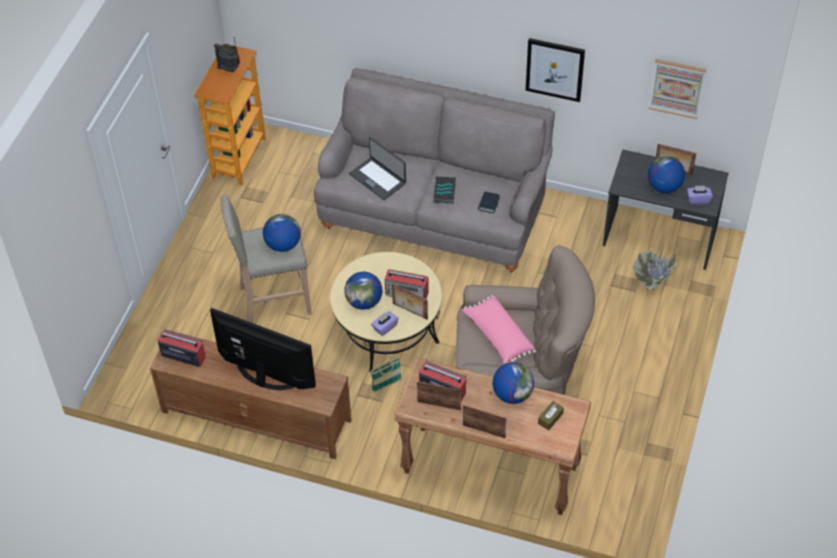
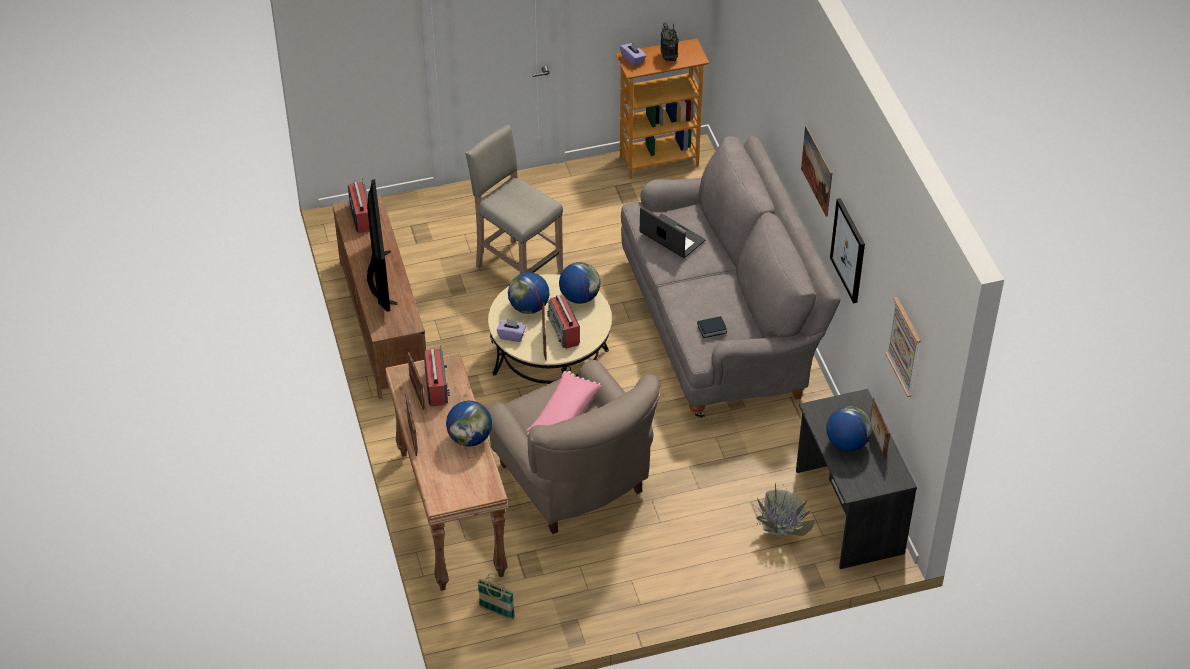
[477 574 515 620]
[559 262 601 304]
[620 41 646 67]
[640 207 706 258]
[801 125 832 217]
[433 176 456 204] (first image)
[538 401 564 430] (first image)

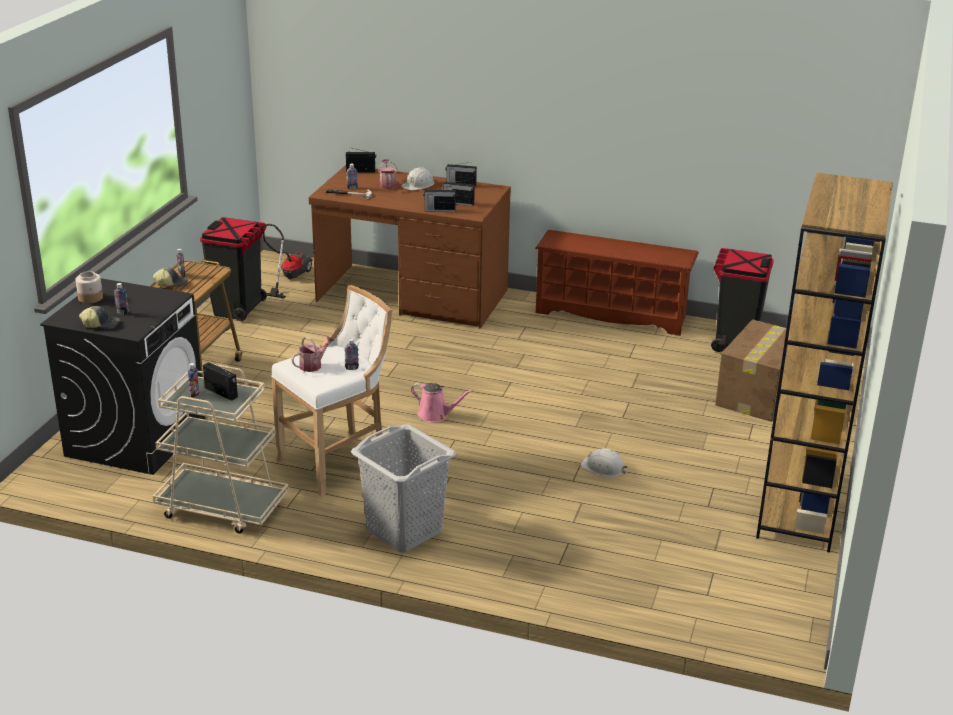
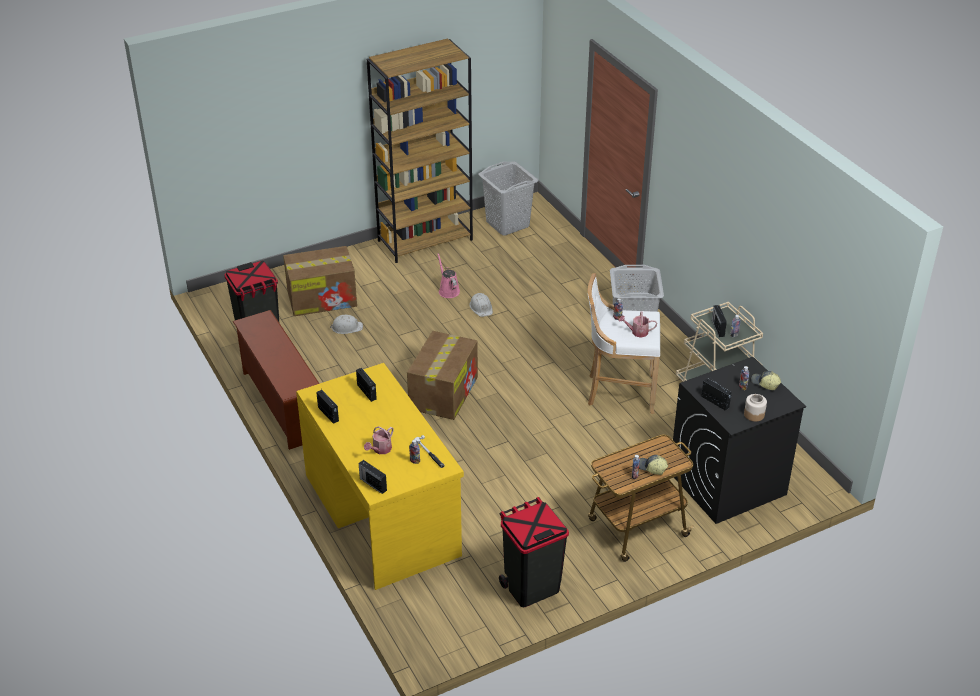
[296 363 464 590]
[330 315 363 334]
[407 331 478 420]
[437 253 460 298]
[478 161 538 236]
[701 378 732 411]
[263 224 313 299] (first image)

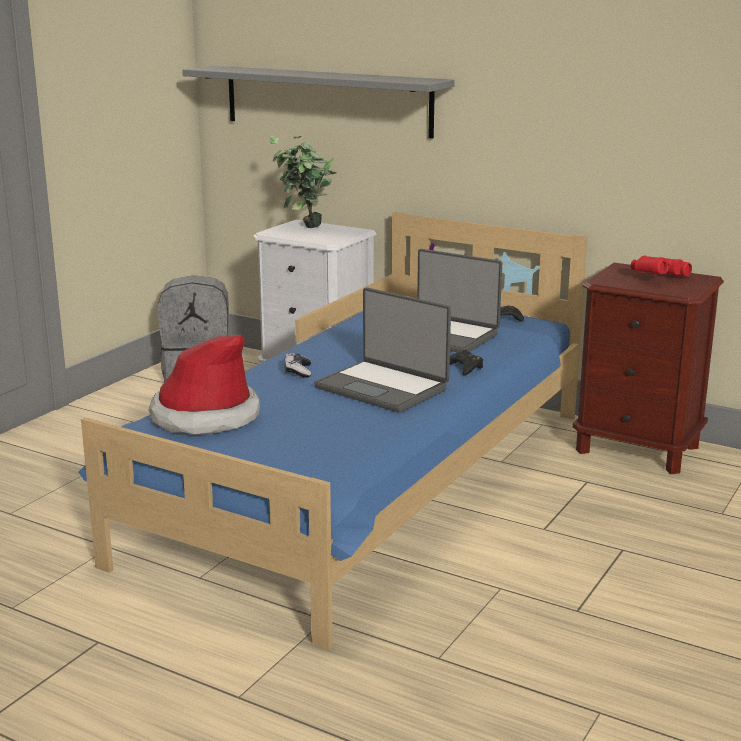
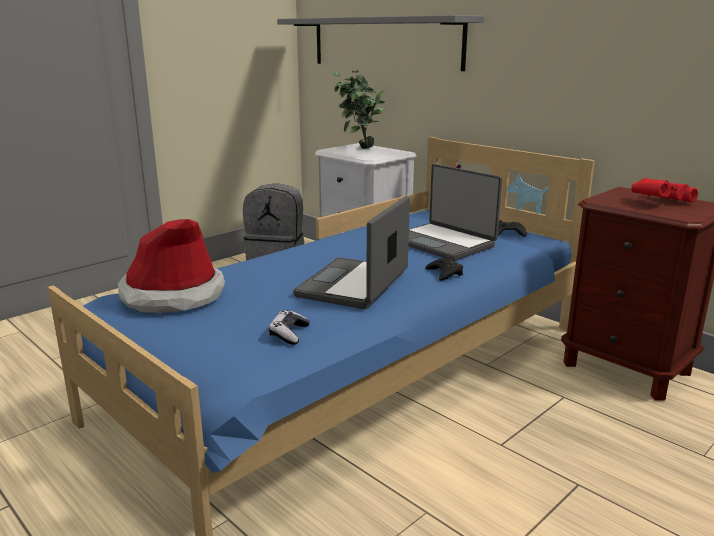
[269 310 310 345]
[293 196 410 309]

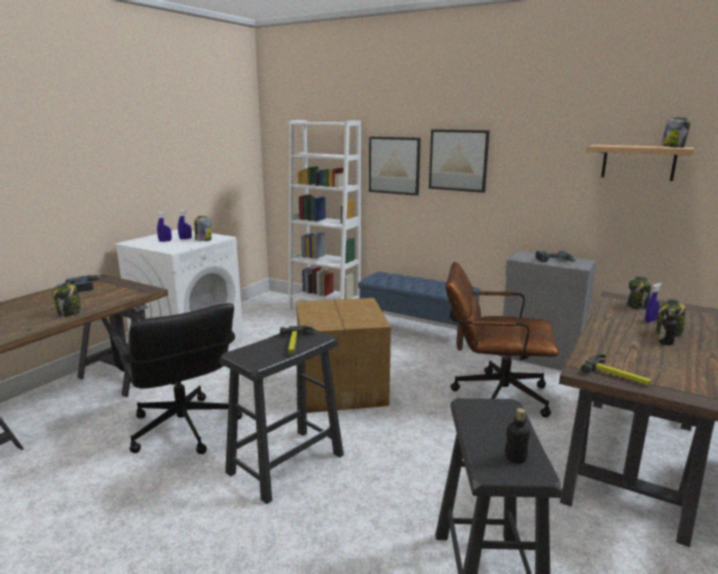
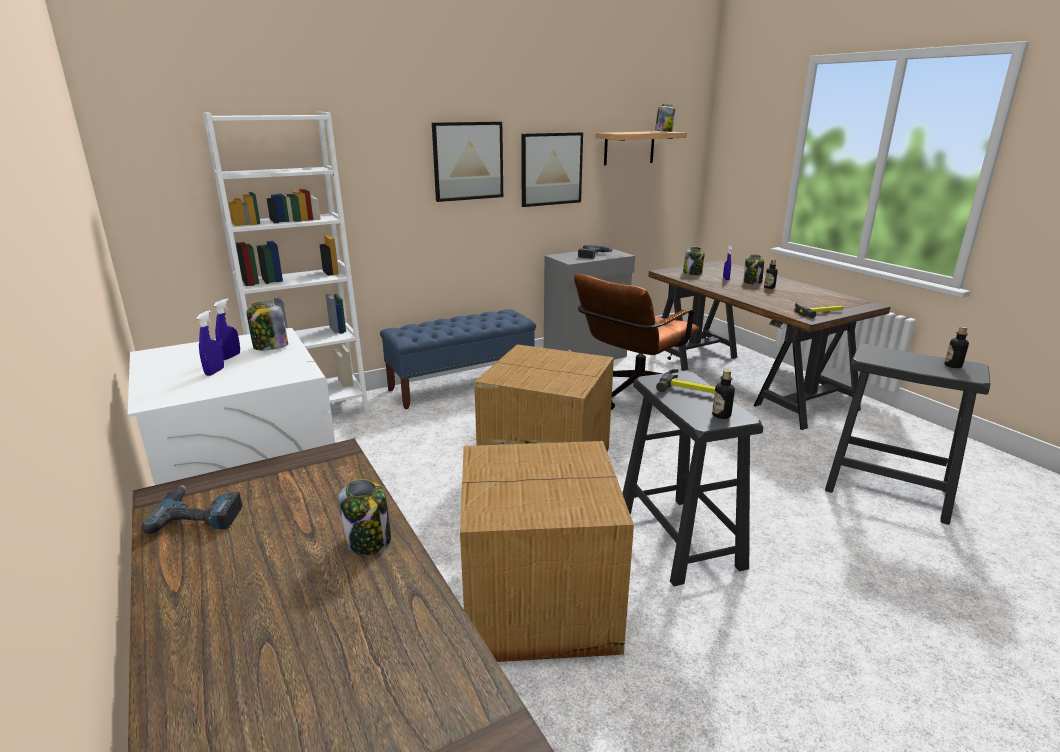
[460 441 634 662]
[521 132 583 207]
[712 370 735 419]

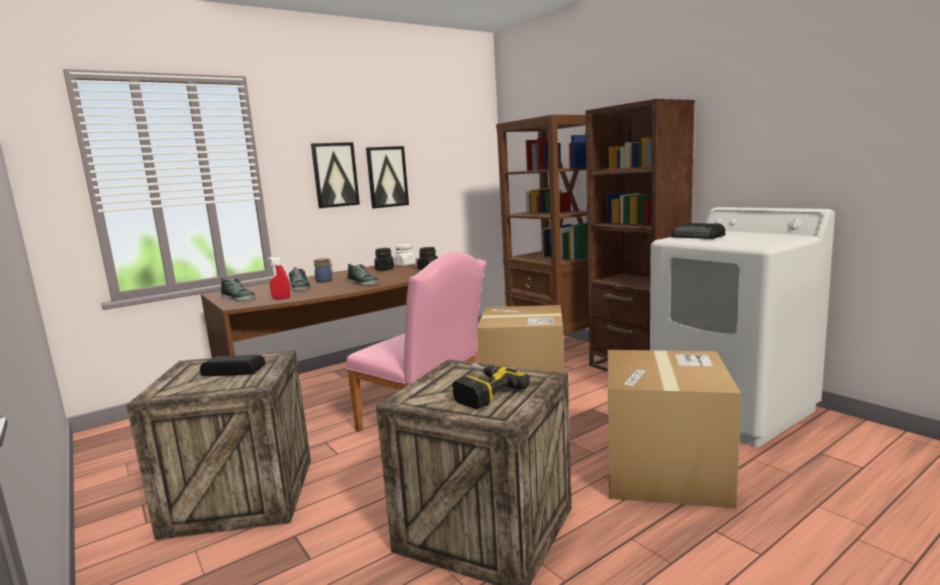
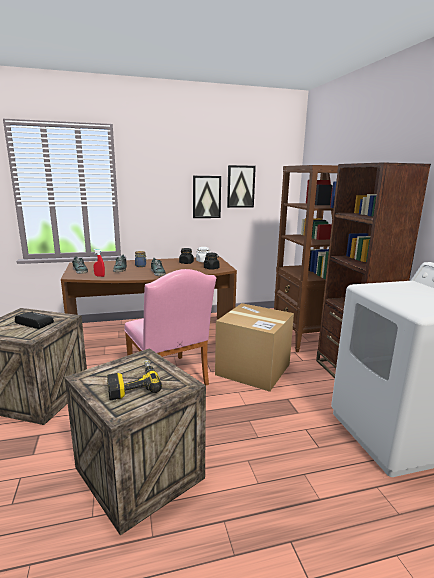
[227 165 256 208]
[608 350 742 509] (first image)
[671 223 725 239] (first image)

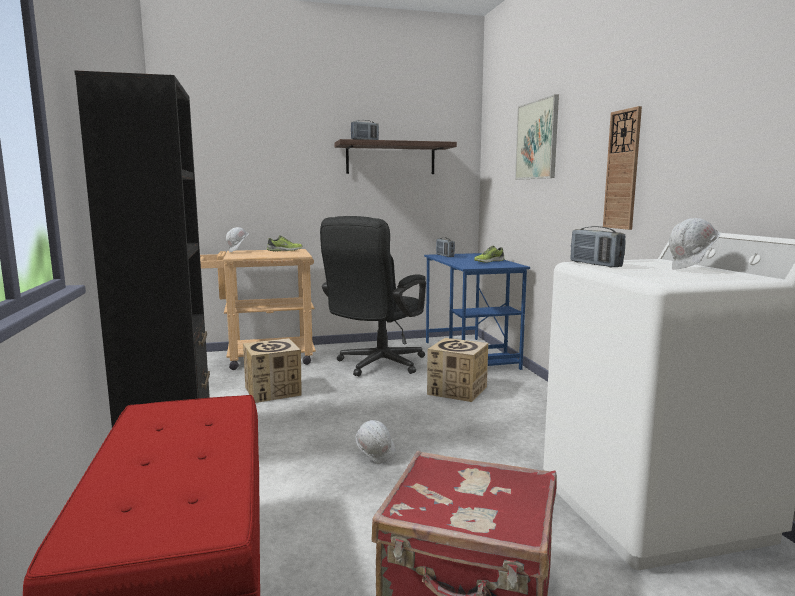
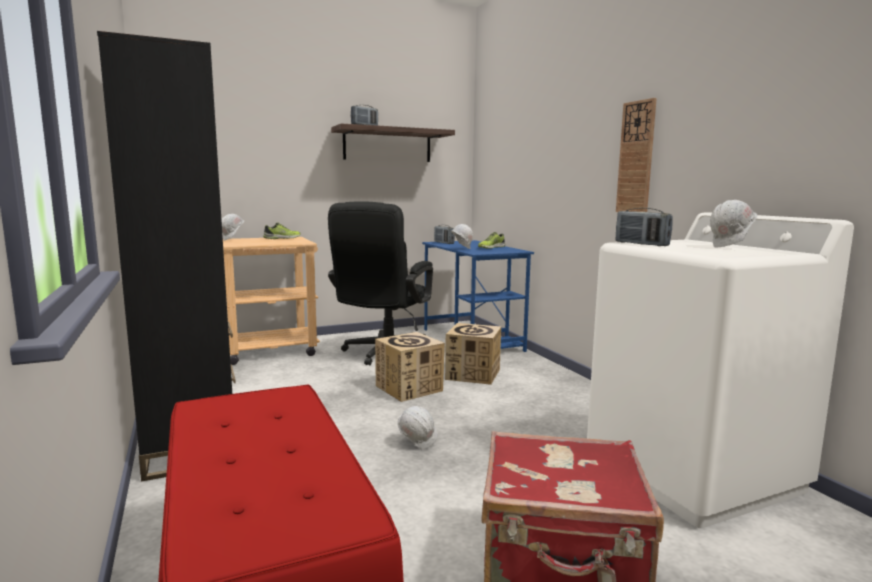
[375 332 445 402]
[451 224 473 249]
[515 94 559 180] (first image)

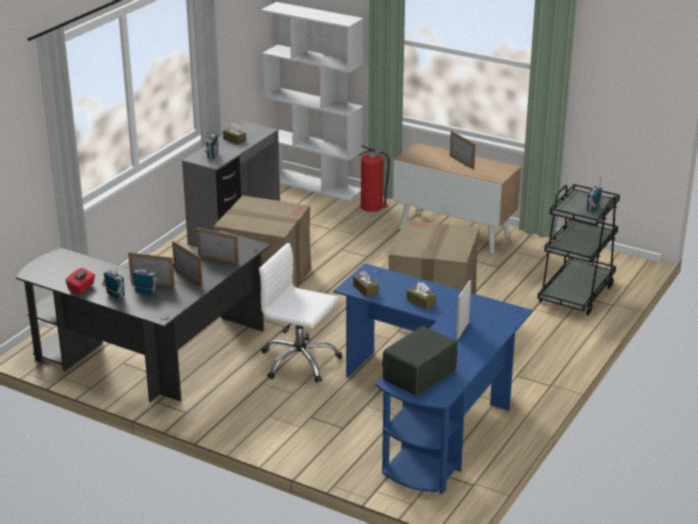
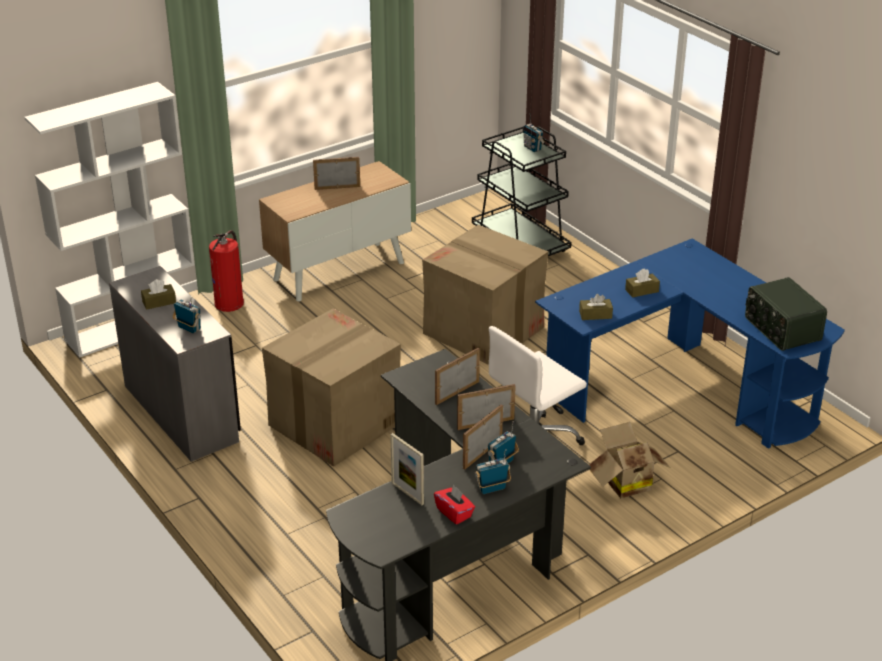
[390 433 424 505]
[589 422 670 498]

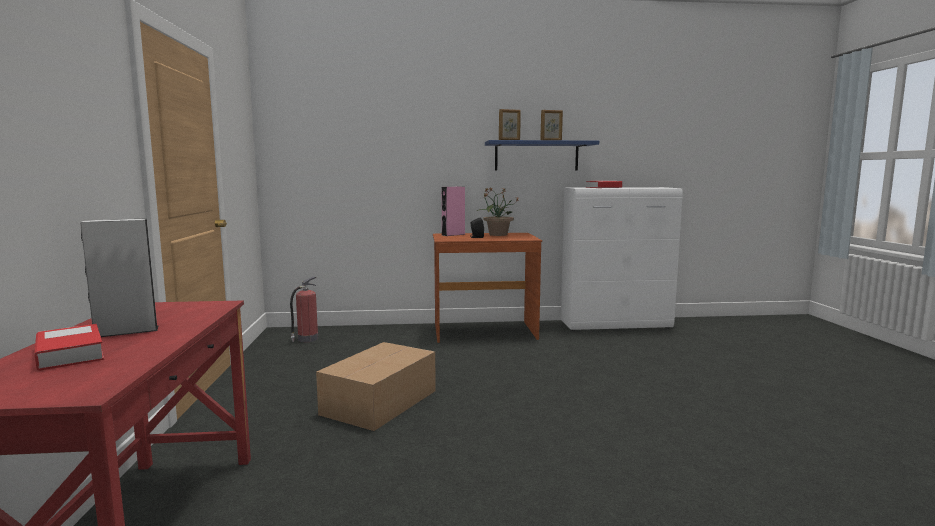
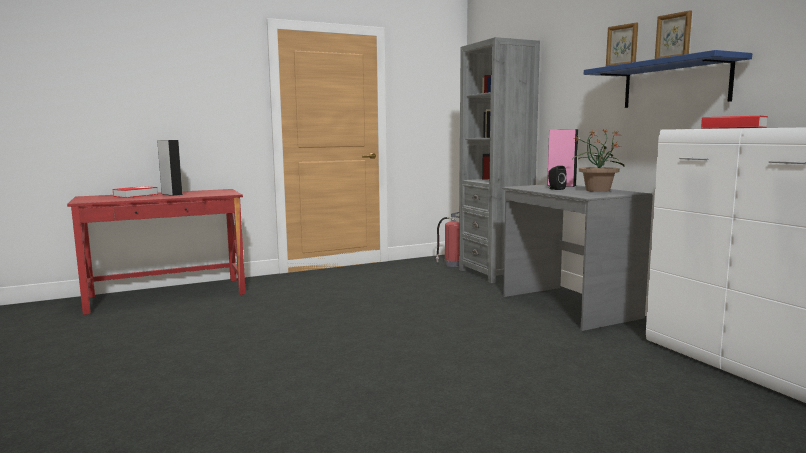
[459 37 540 283]
[502 184 653 331]
[316 342 436 431] (first image)

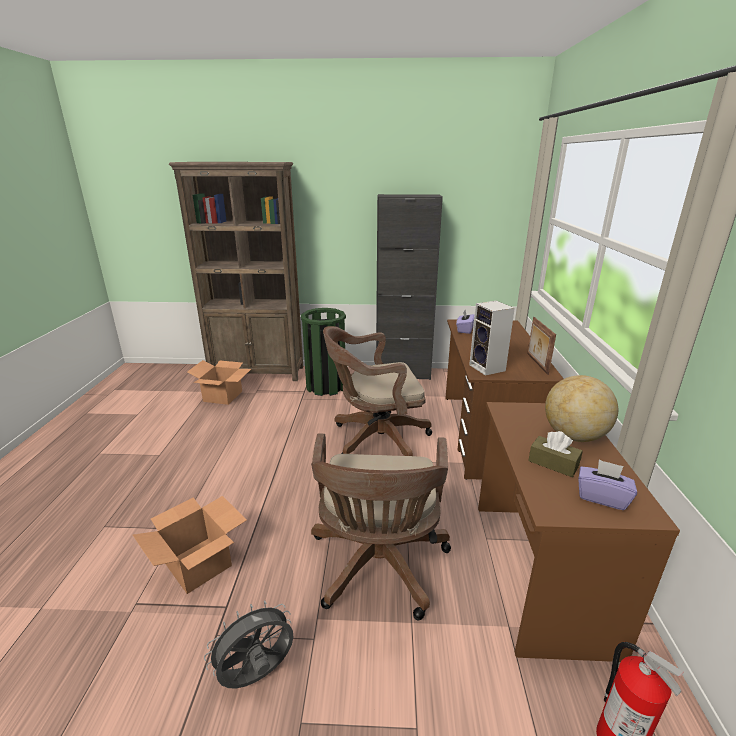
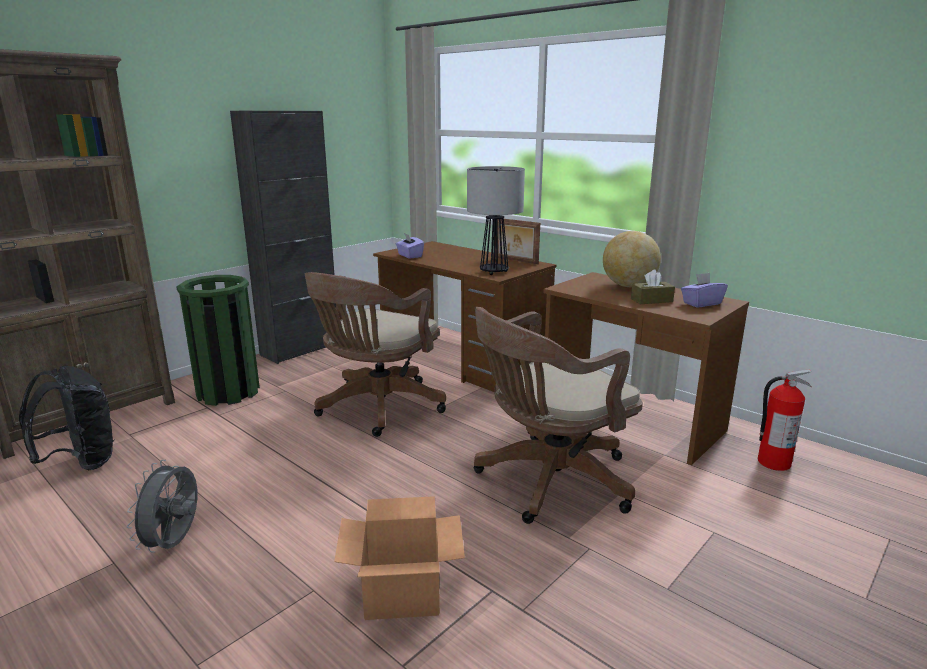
[19 366 115 470]
[127 460 197 553]
[467 166 525 275]
[474 307 643 524]

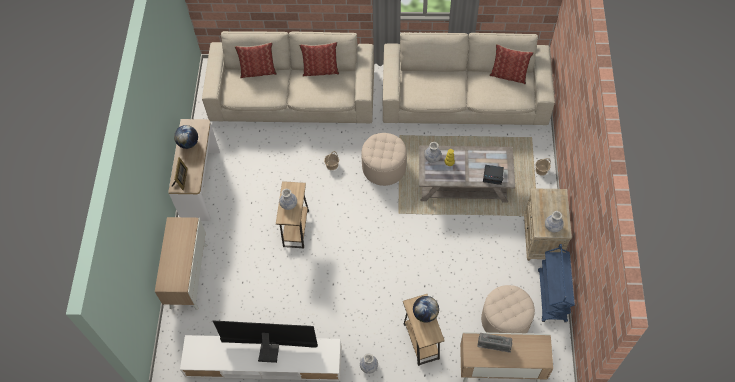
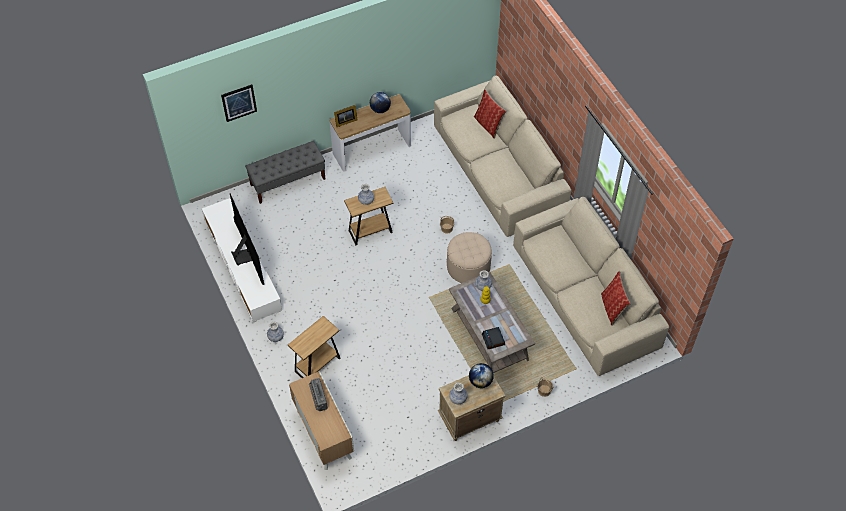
[221 84 257 122]
[245 141 325 204]
[469 363 494 388]
[299 42 339 77] (first image)
[481 285 535 333] (first image)
[538 244 575 322] (first image)

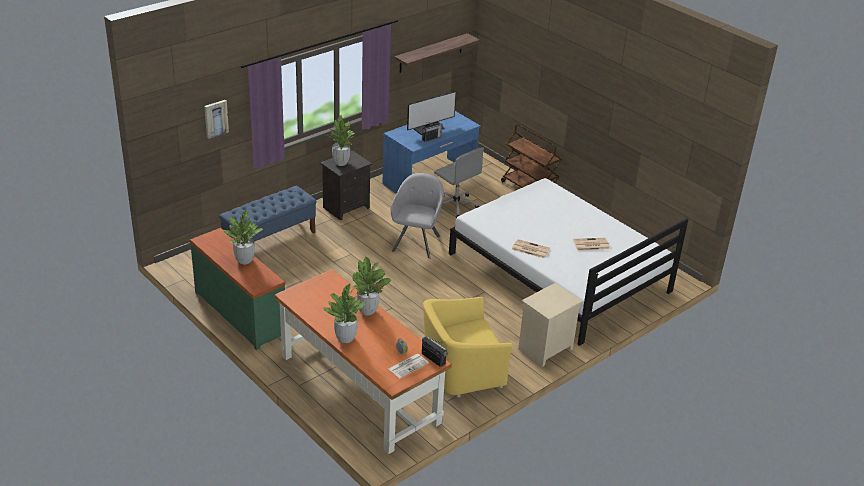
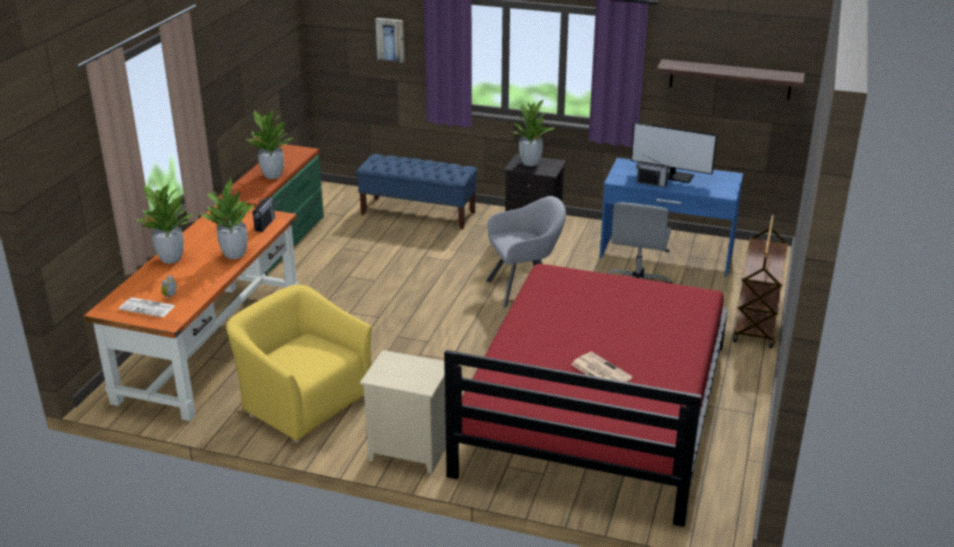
[253 197 275 232]
[444 264 728 527]
[512 239 550 258] (first image)

